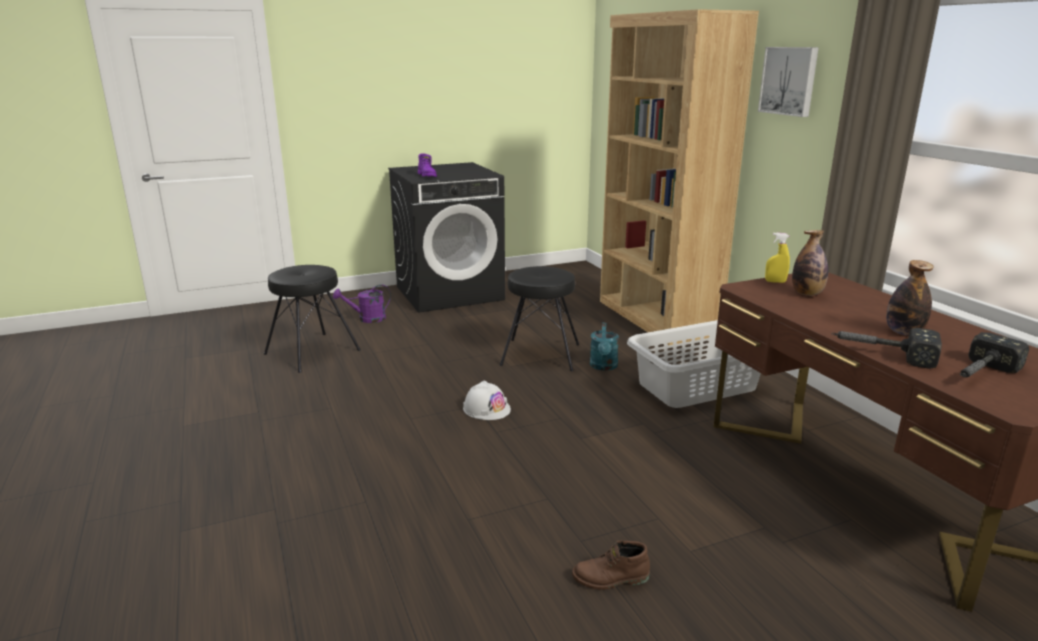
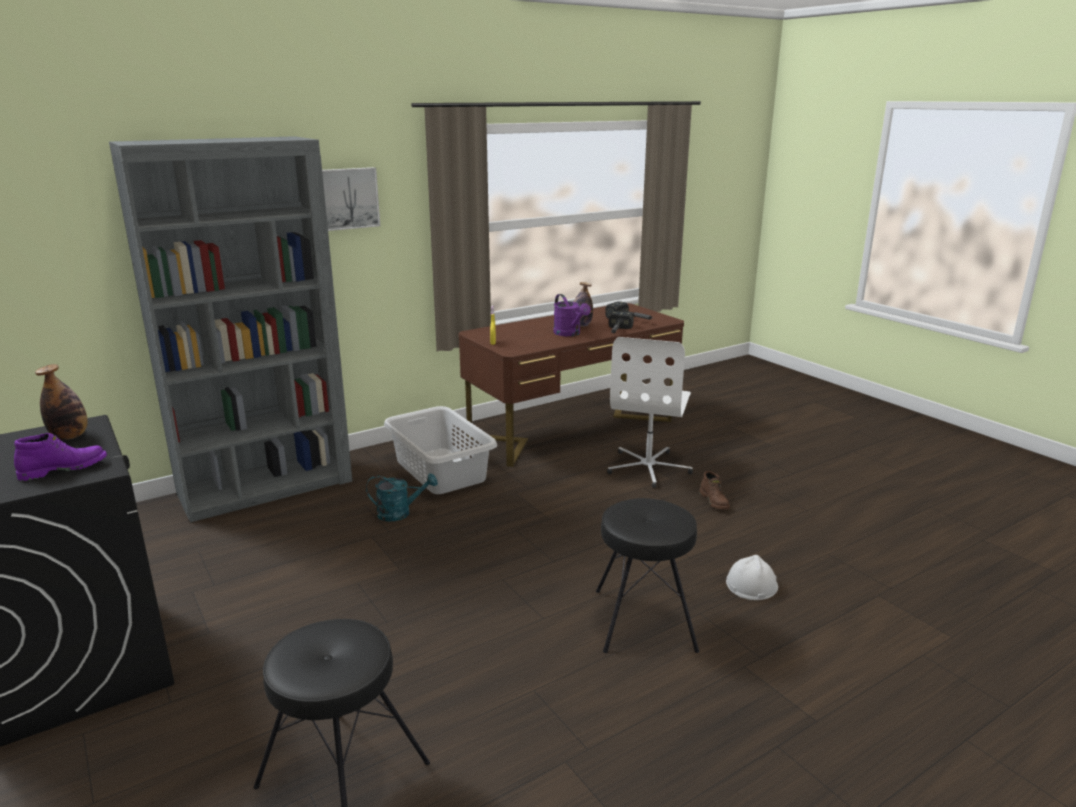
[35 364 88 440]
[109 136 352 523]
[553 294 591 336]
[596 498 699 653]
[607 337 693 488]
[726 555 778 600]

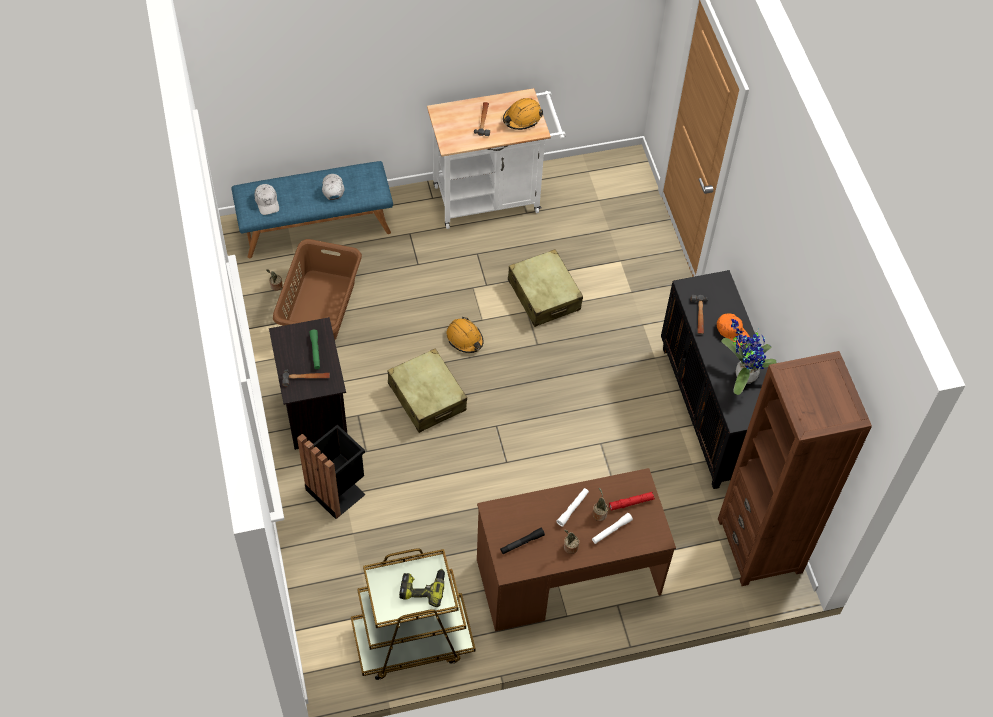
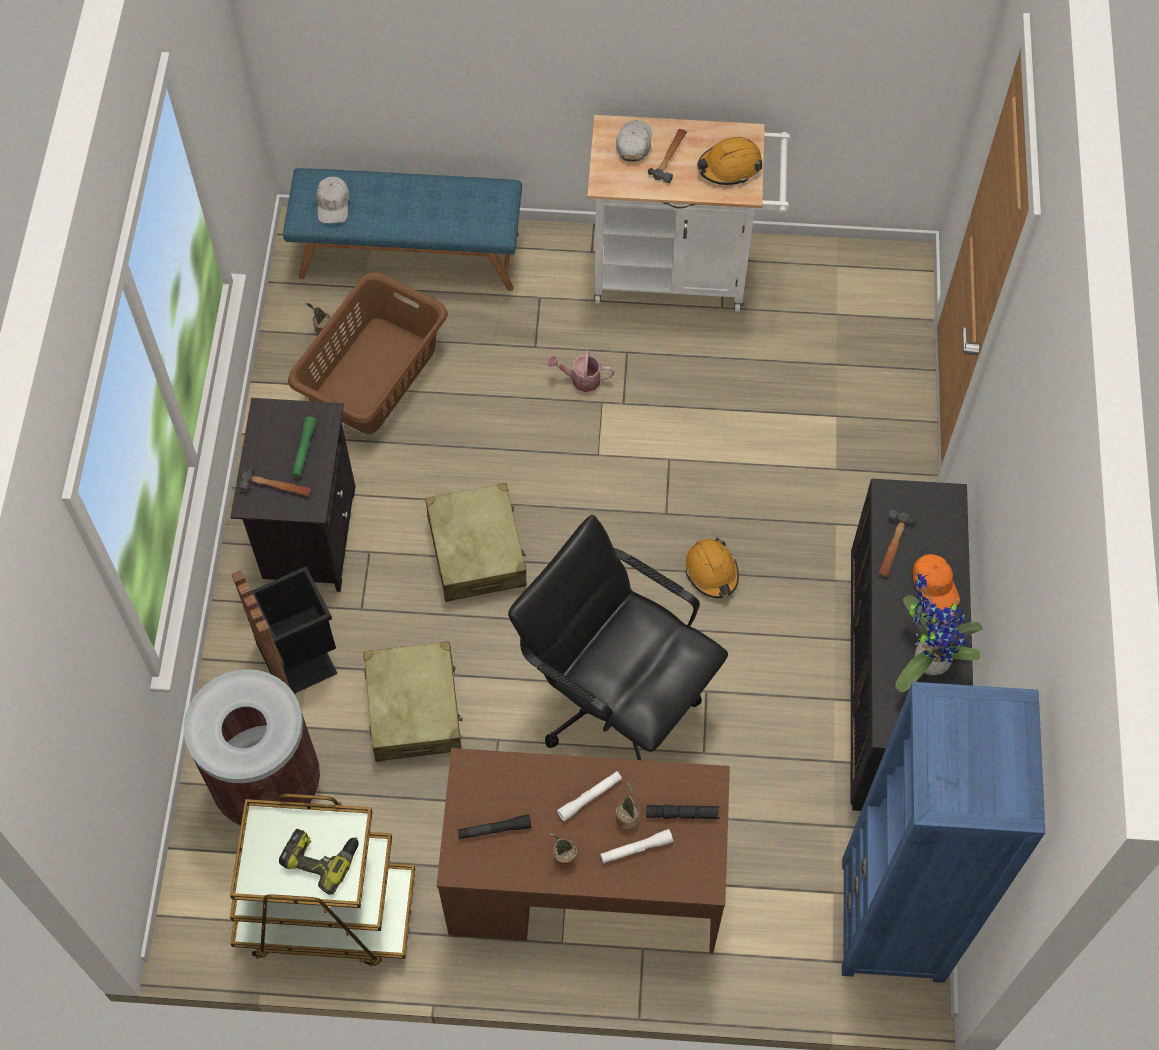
[184 669 320 826]
[363 641 463 762]
[508 515 728 760]
[548 350 615 392]
[616 120 652 162]
[646 804 719 819]
[685 538 739 598]
[842 682 1045 983]

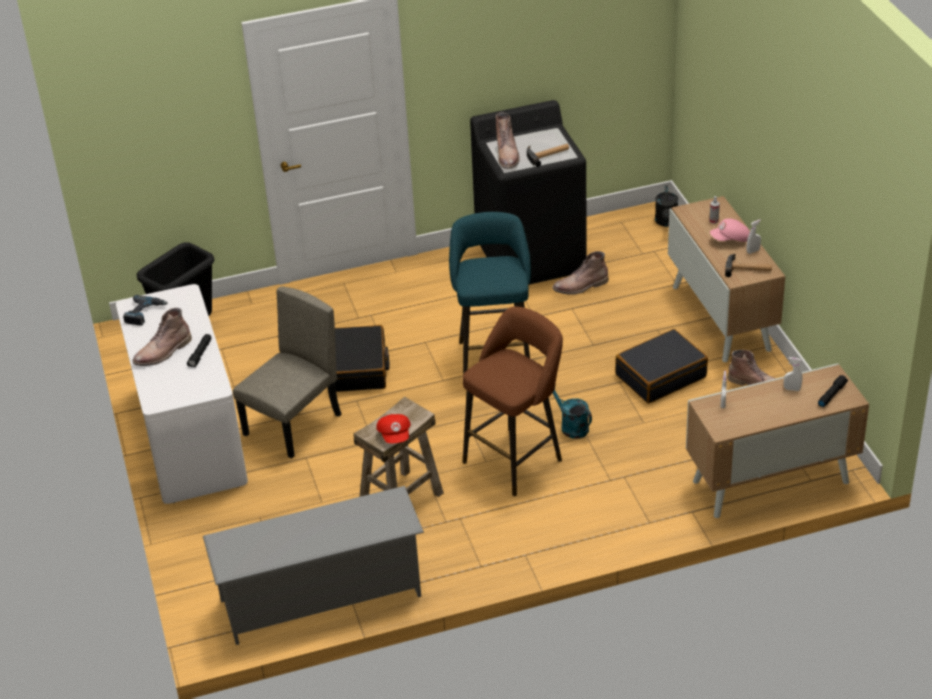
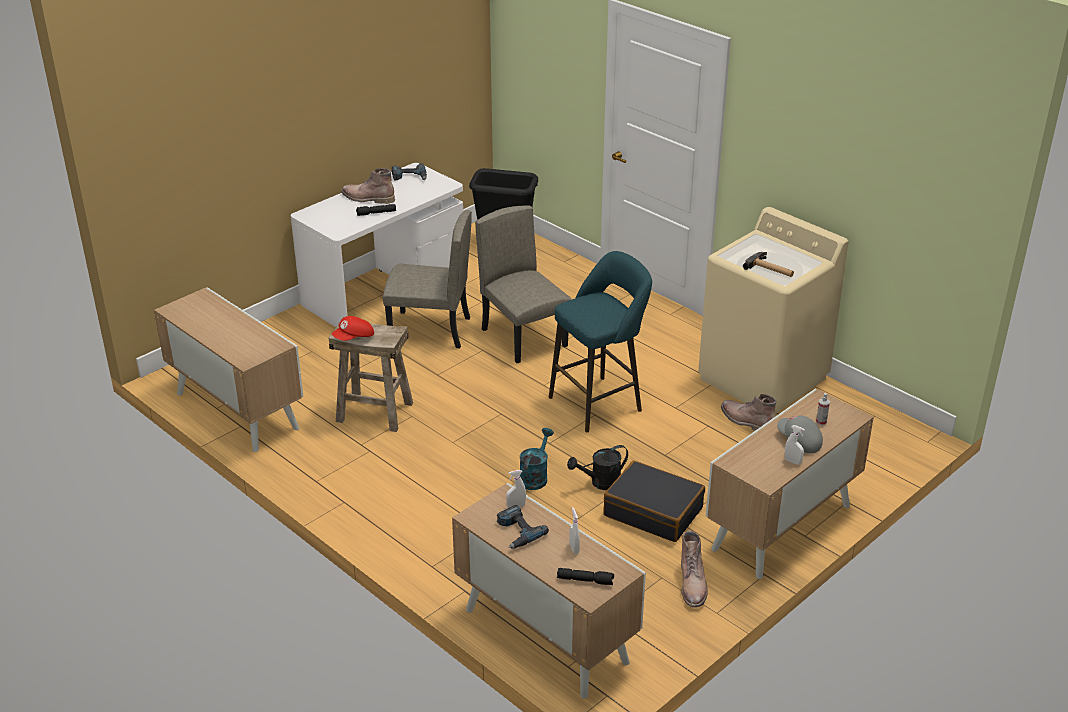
[154 287 304 452]
[475 206 571 363]
[497 505 549 549]
[567 445 628 490]
[698 207 848 414]
[777 415 823 454]
[463 306 563 496] (first image)
[496 112 520 169] (first image)
[725 253 772 277] (first image)

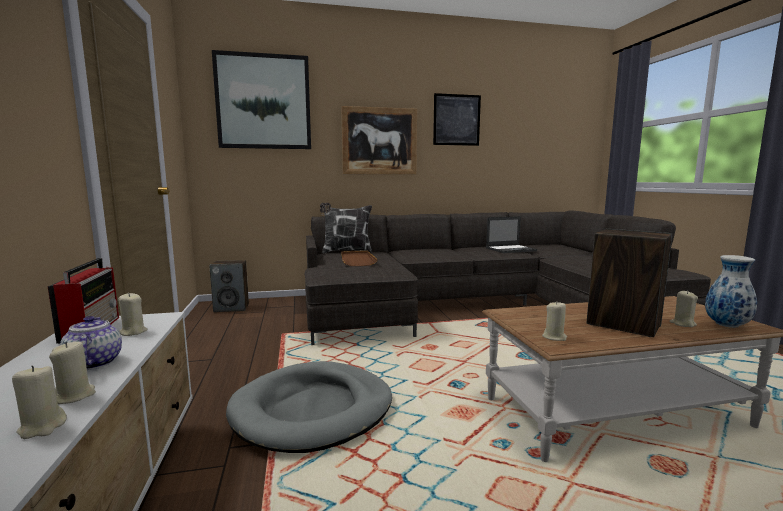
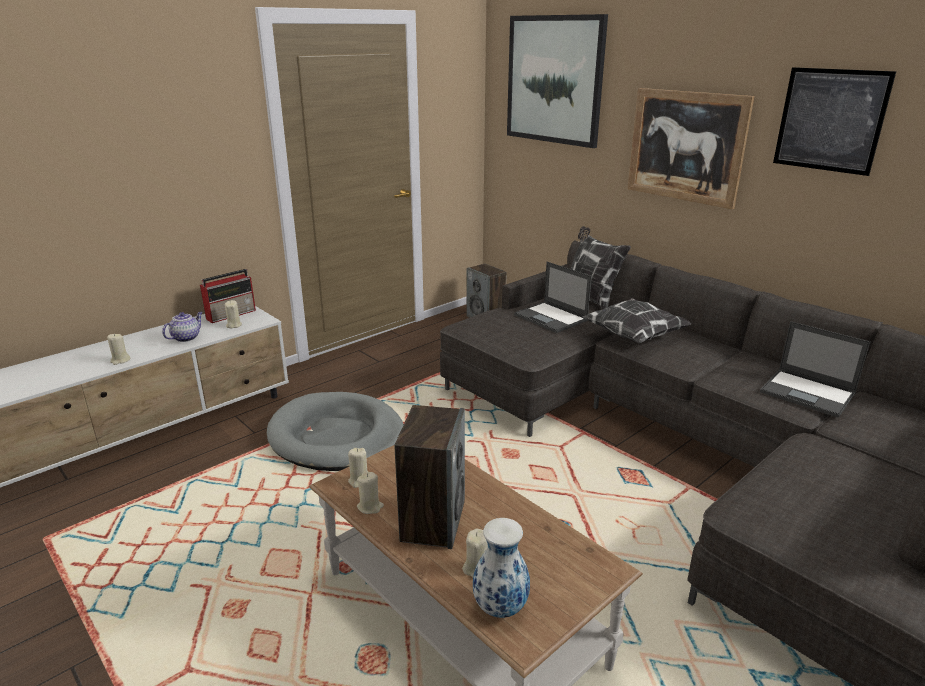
[357 472 384 514]
[514 262 592 333]
[582 298 691 343]

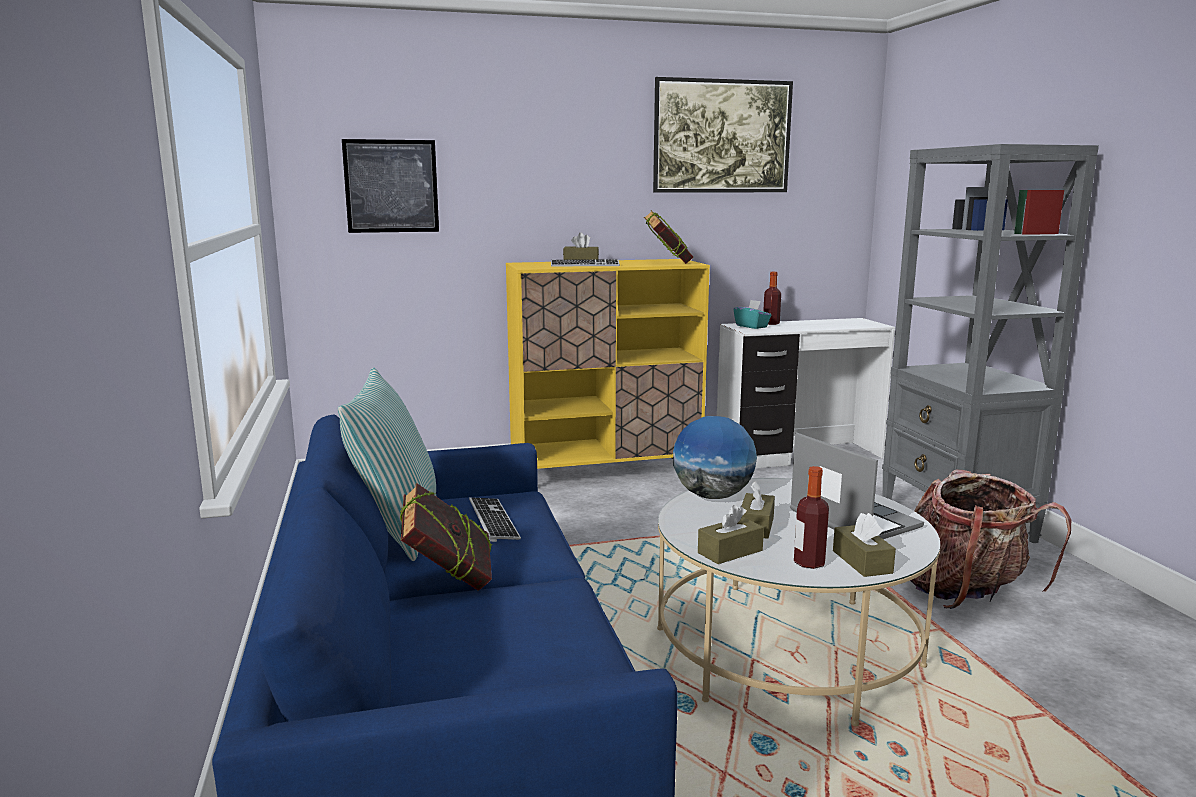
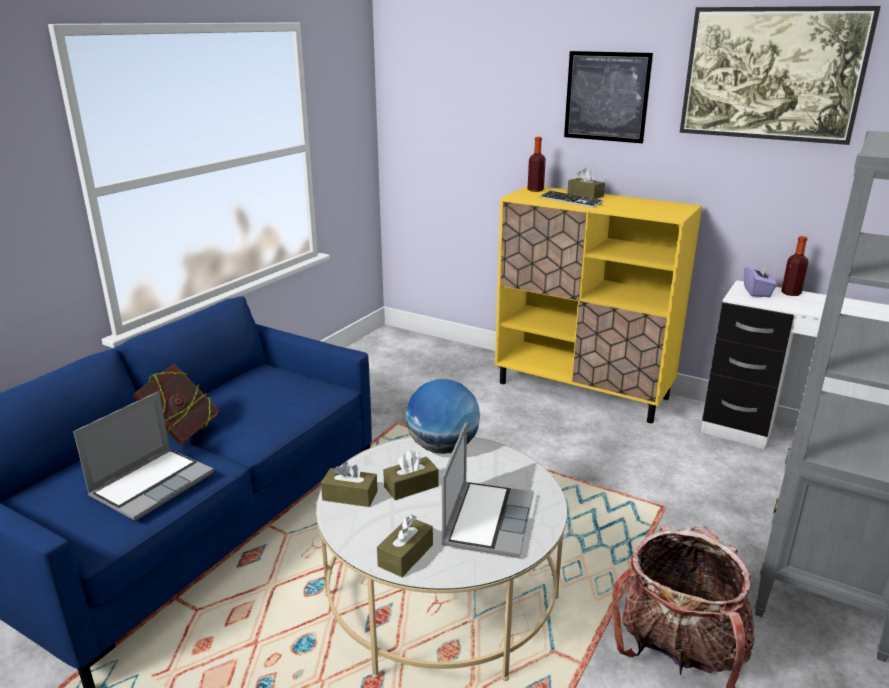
[73 391 214 521]
[528 137 546 192]
[564 51 653 143]
[744 264 777 297]
[338 368 437 561] (first image)
[469 497 521 542] (first image)
[644 210 693 264] (first image)

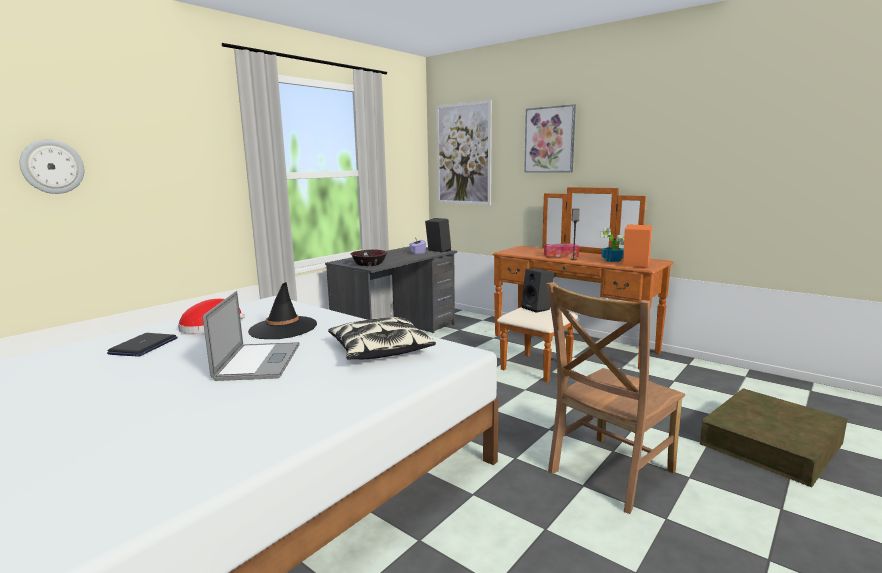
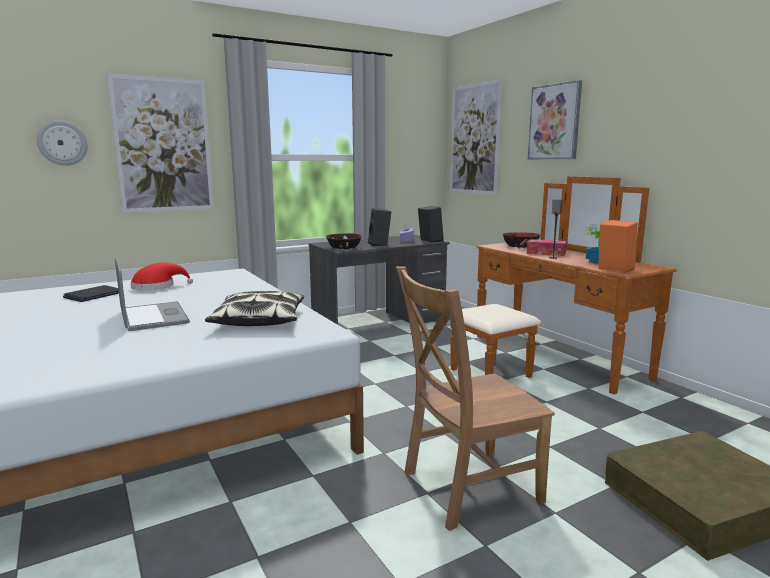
[107 74 214 213]
[115 257 190 331]
[368 208 391 246]
[502 232 541 248]
[248 282 317 339] (first image)

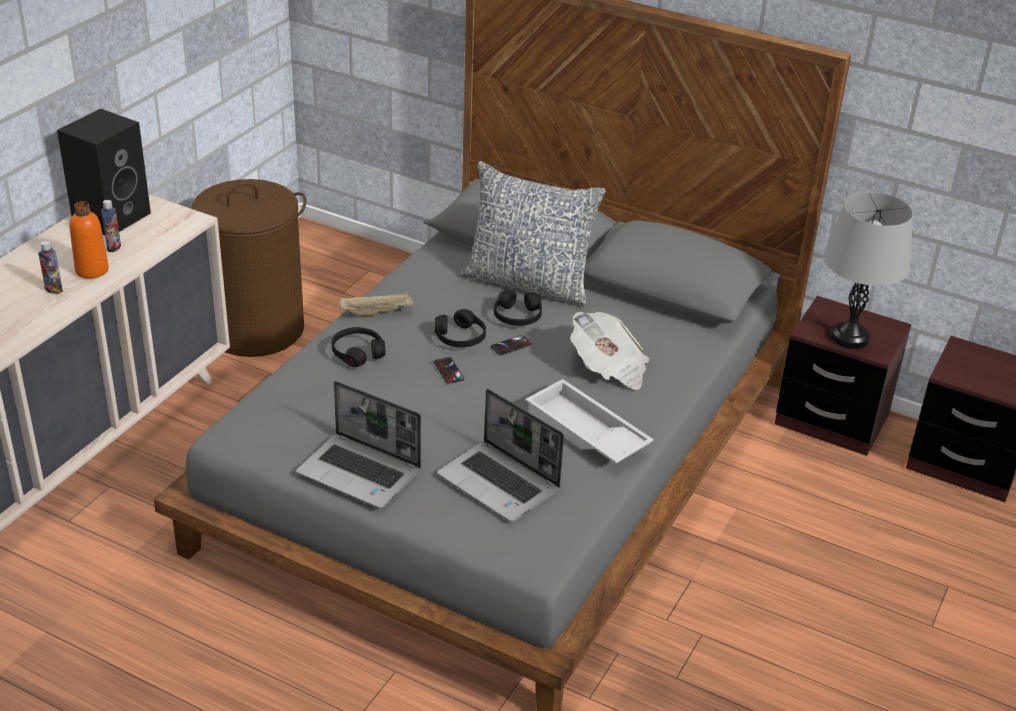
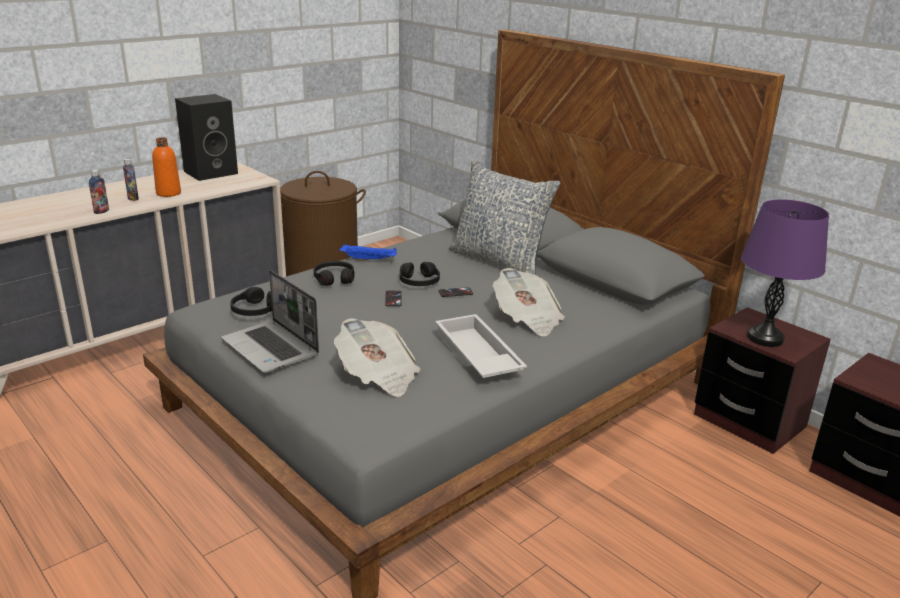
[89 170 109 214]
[230 287 272 316]
[334 318 420 397]
[339 245 397 262]
[741 200 829 347]

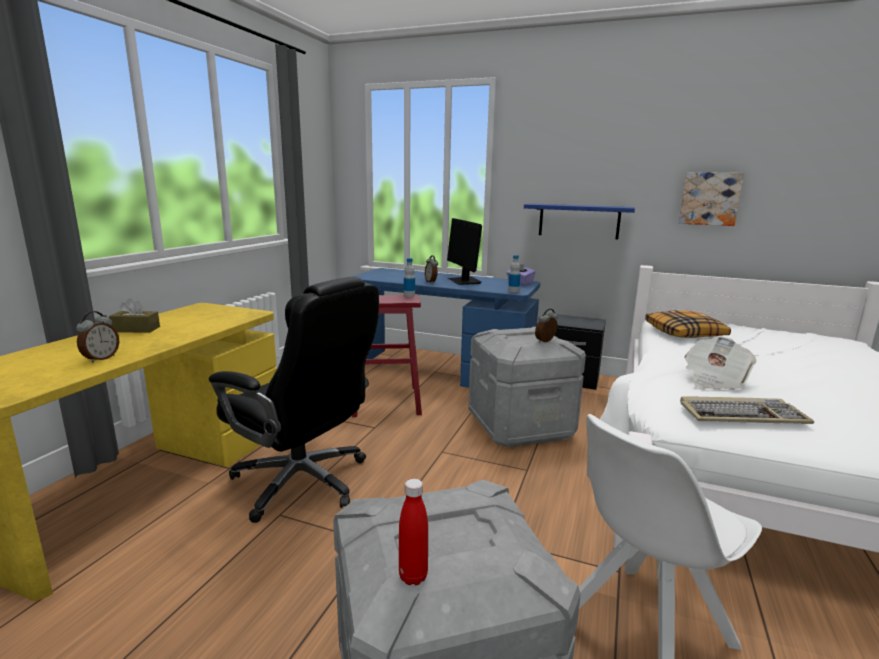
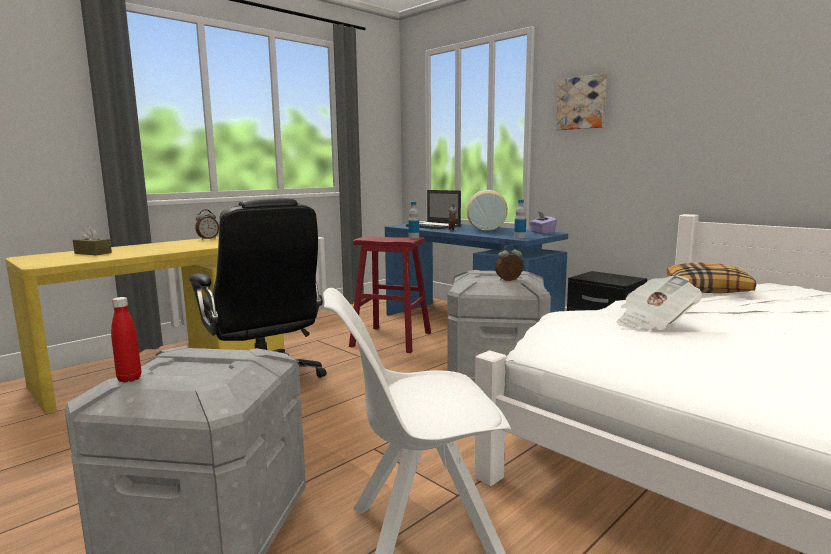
[73 226 112 255]
[195 210 219 240]
[406 190 461 229]
[467 190 508 231]
[556 73 607 130]
[524 203 635 240] (first image)
[680 396 814 424] (first image)

